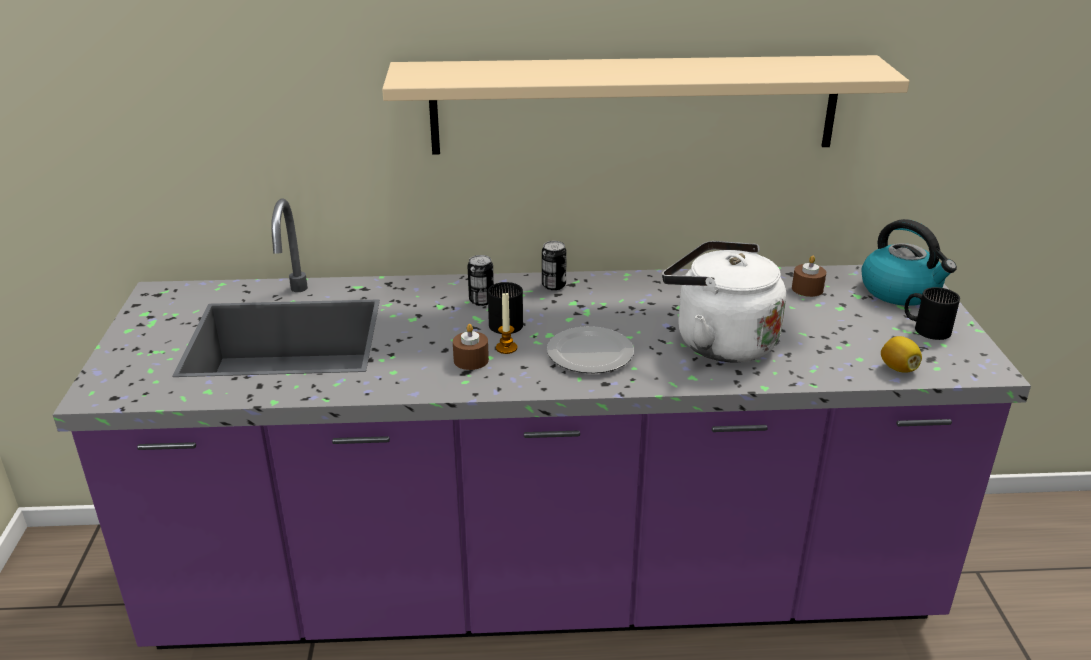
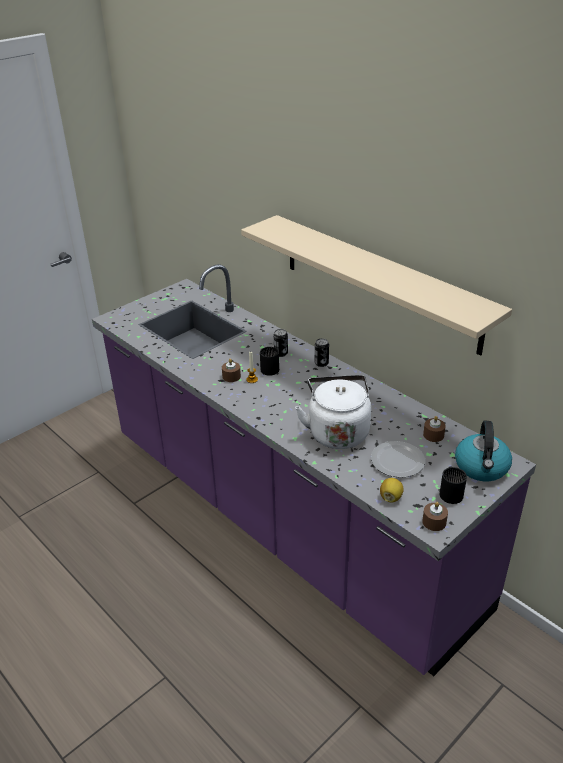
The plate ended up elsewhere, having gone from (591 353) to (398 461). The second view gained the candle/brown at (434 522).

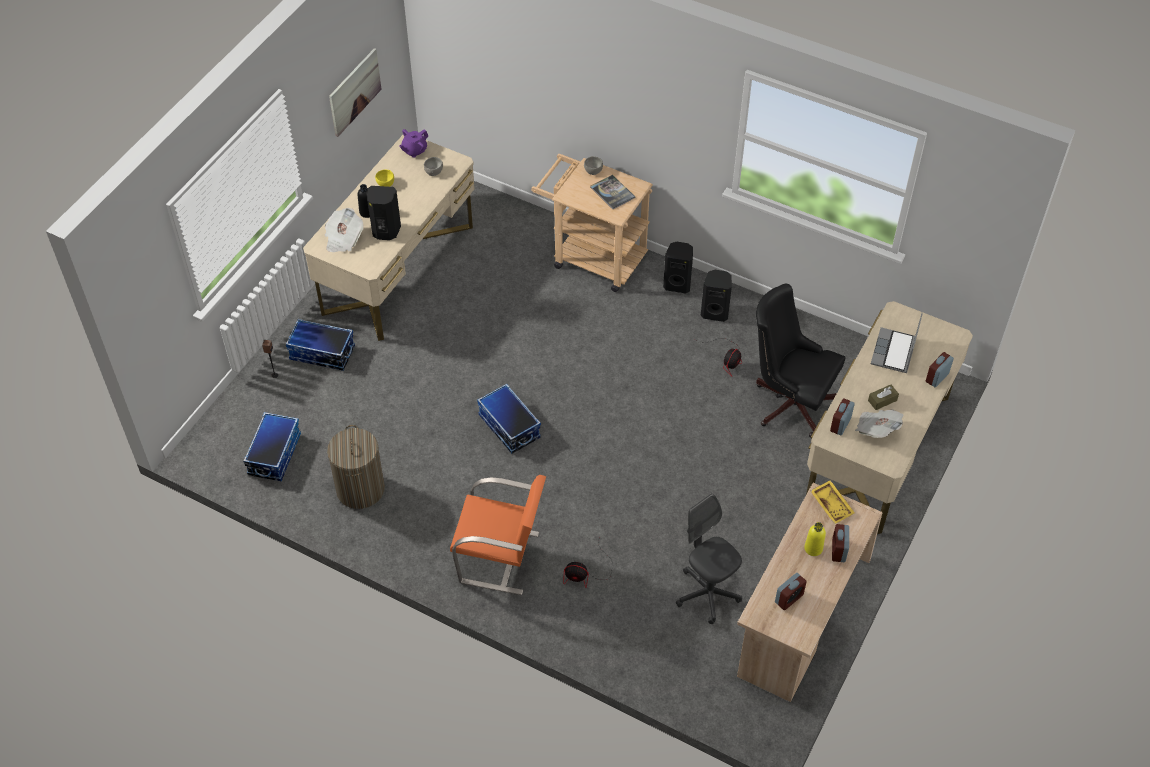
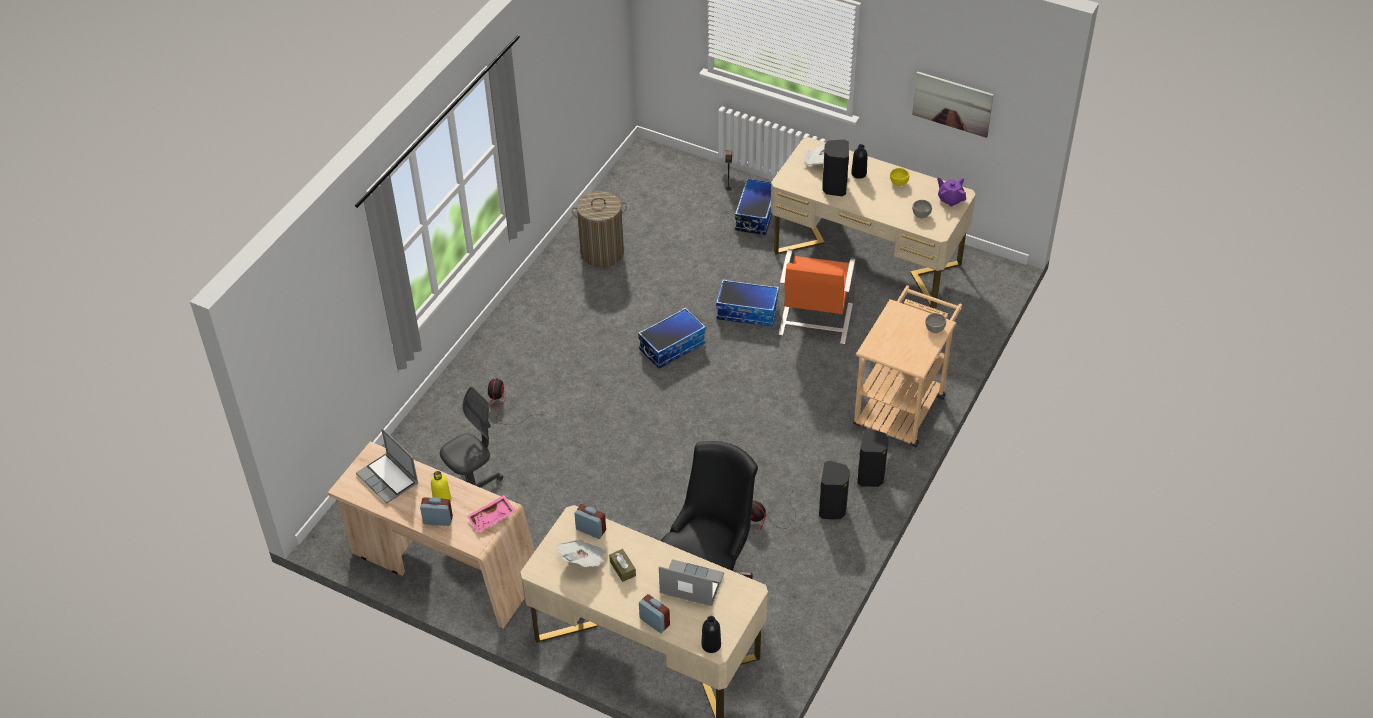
Where the alarm clock stood at (789 598), the laptop came to stand at (389 479). What was the tray/yellow at (832 505) turned into the tray/pink at (492 518). The second view gained the bottle/black at (711 645). The storage box ended up elsewhere, having gone from (274 454) to (747 312). The chair/orange ended up elsewhere, having gone from (501 558) to (815 320). The second view lost the book at (612 192).

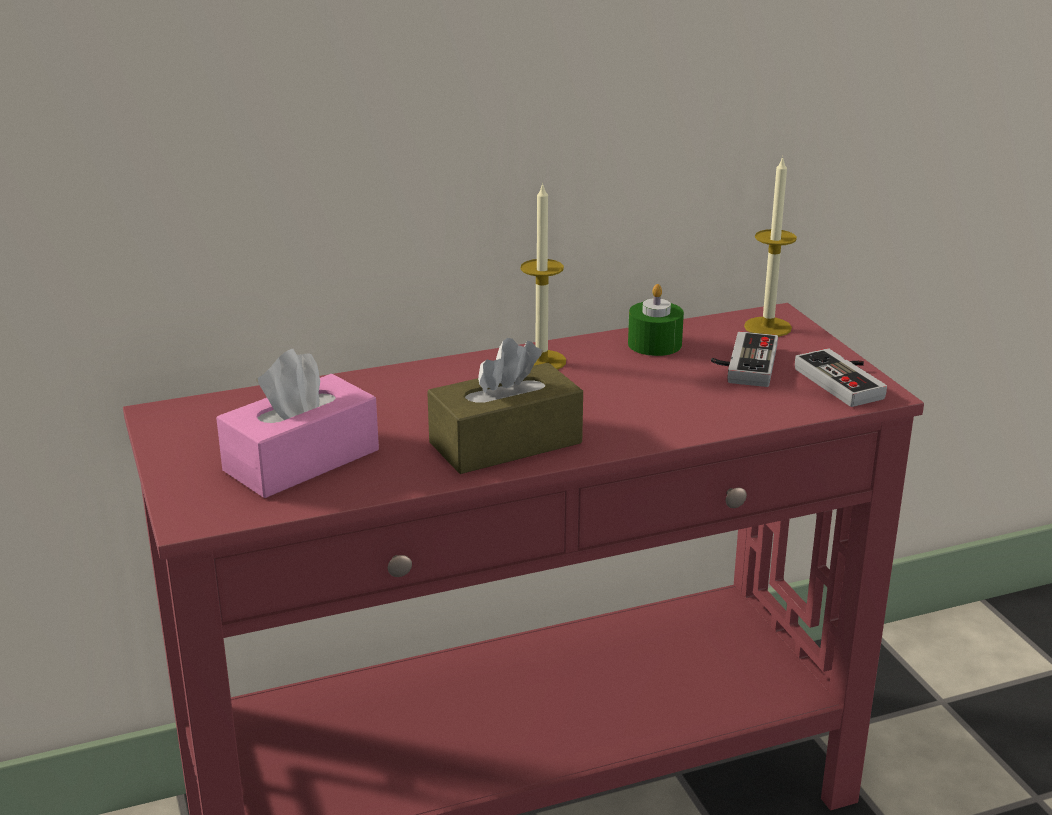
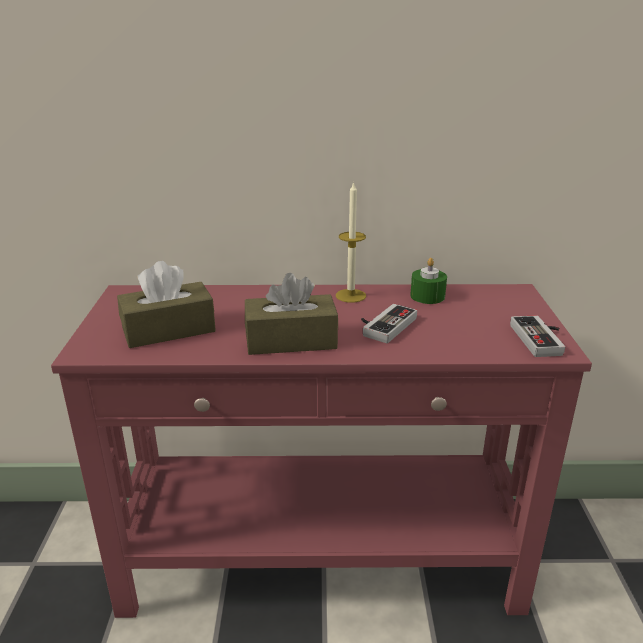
What was the tissue box/pink at (301 460) turned into the tissue box/brown at (168 330). The game controller ended up elsewhere, having gone from (742 364) to (384 325). The second view lost the candle at (767 327).

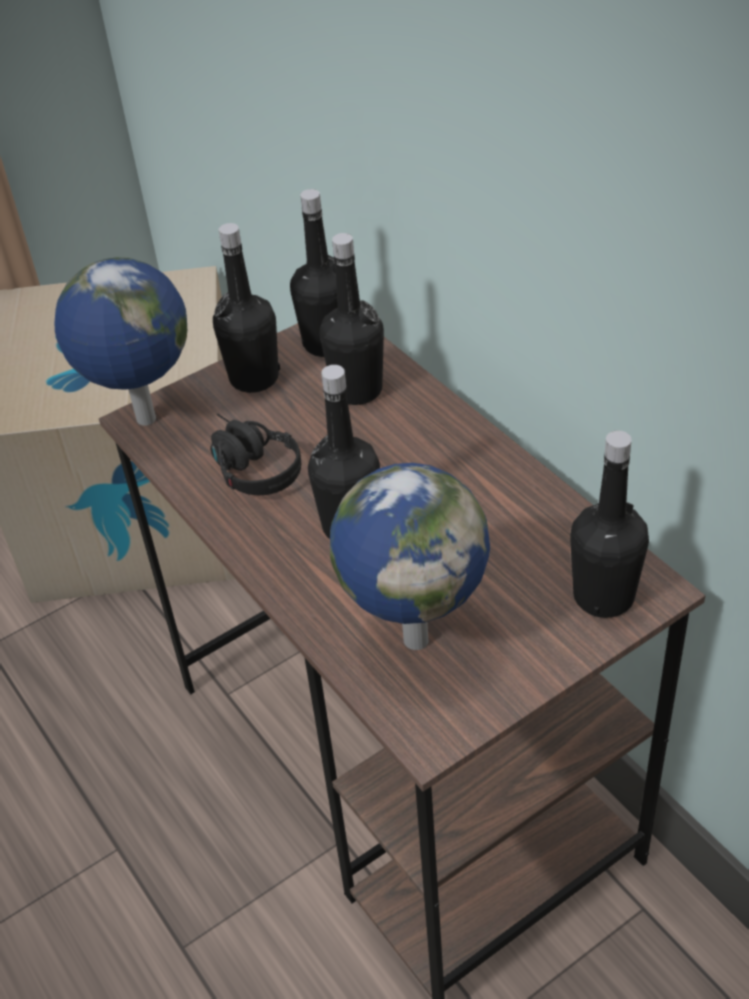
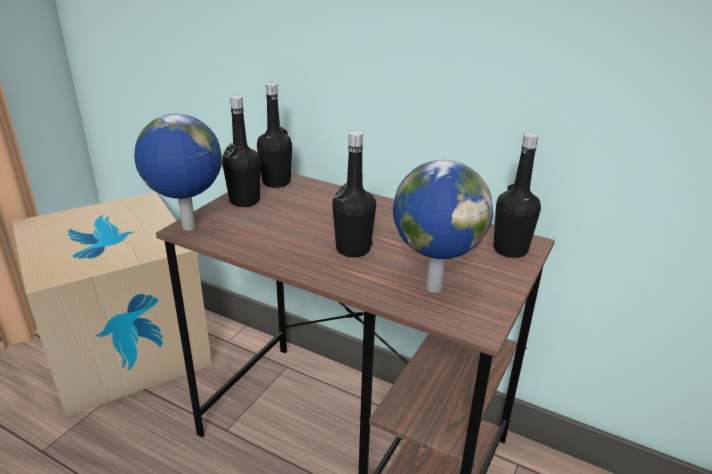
The second view lost the headphones/black at (248 466). The second view lost the bottle/black at (357 390).

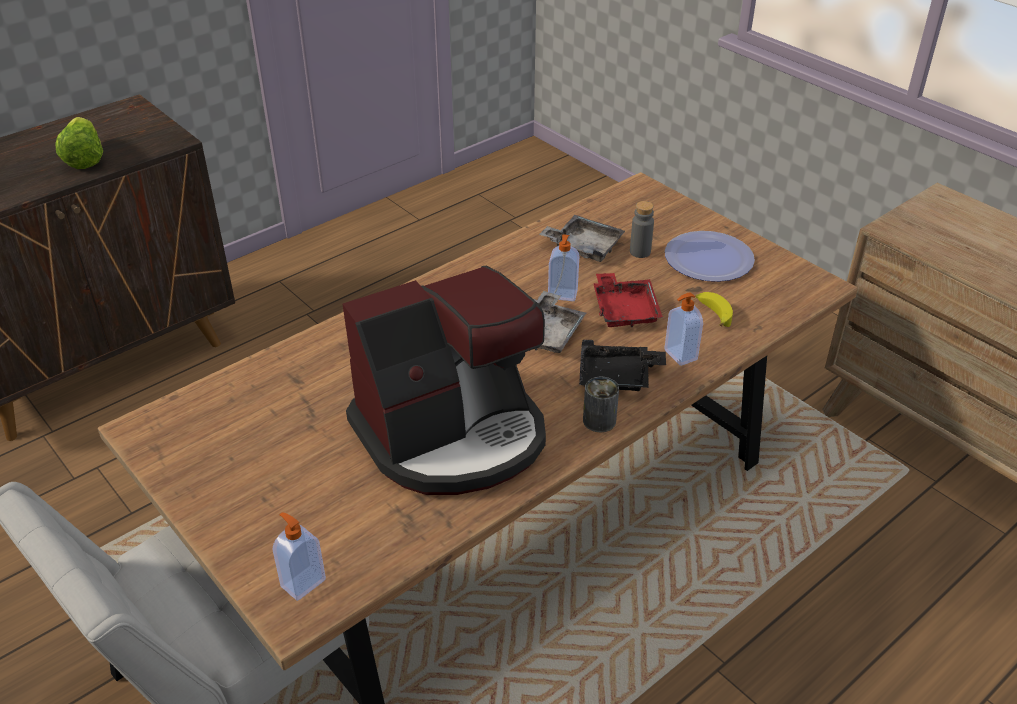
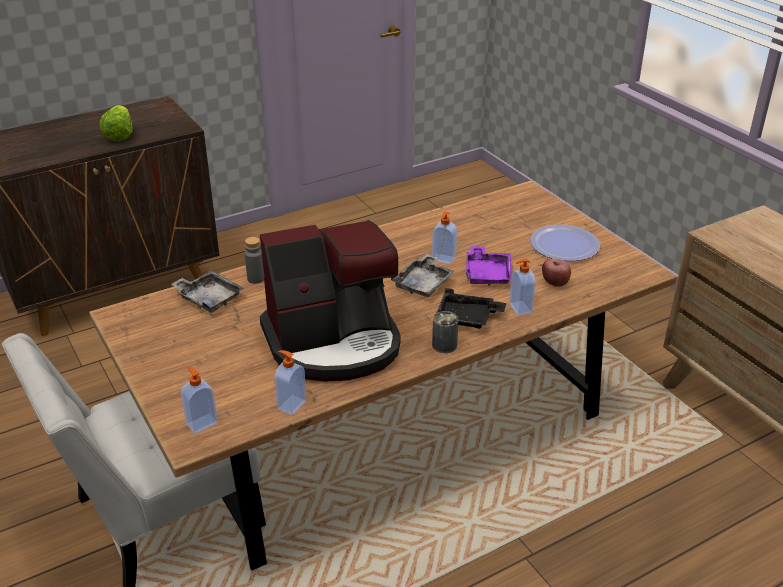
The tray/grey ended up elsewhere, having gone from (583 247) to (208 298). The bottle/grey ended up elsewhere, having gone from (640 252) to (256 279). The second view gained the soap dispenser at (291 405). What was the tray/red at (624 310) turned into the tray/purple at (487 274). Where the banana stood at (713 313), the apple came to stand at (555 283).

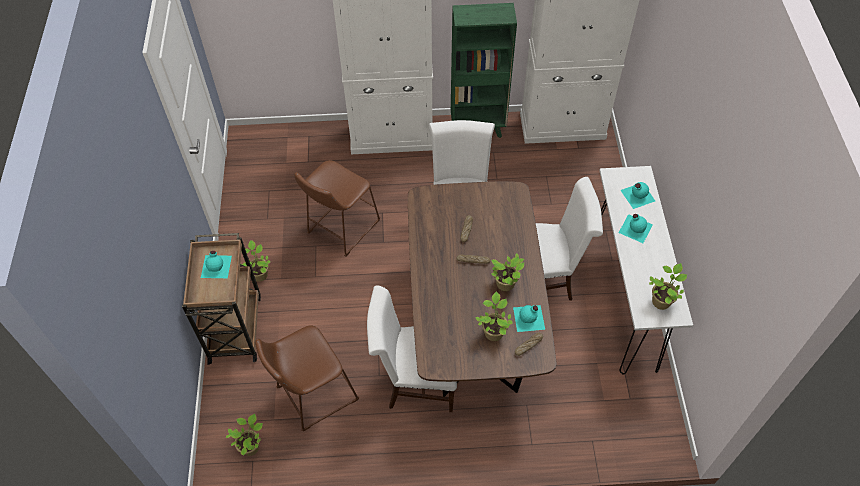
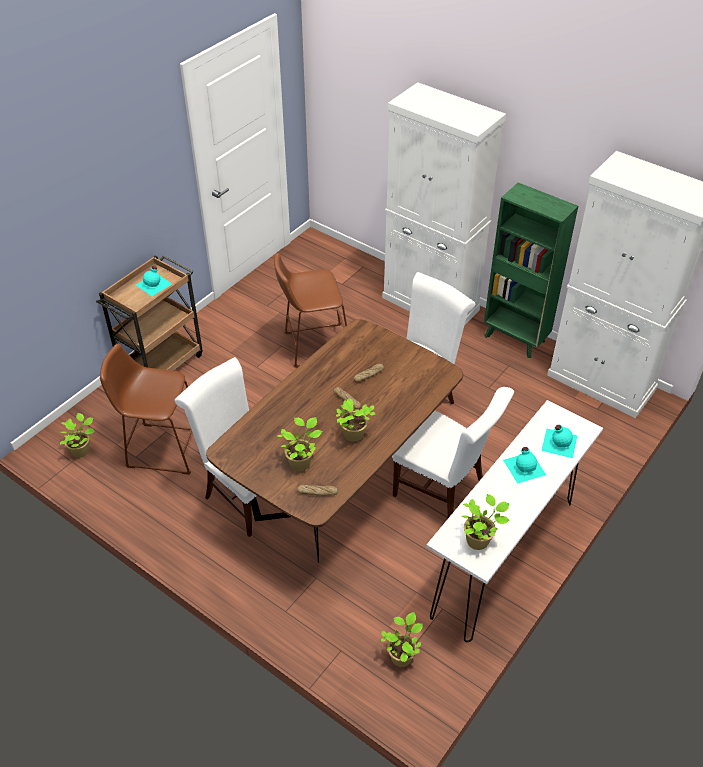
The potted plant ended up elsewhere, having gone from (259 274) to (401 656). The second view lost the bottle/turquoise at (529 318).

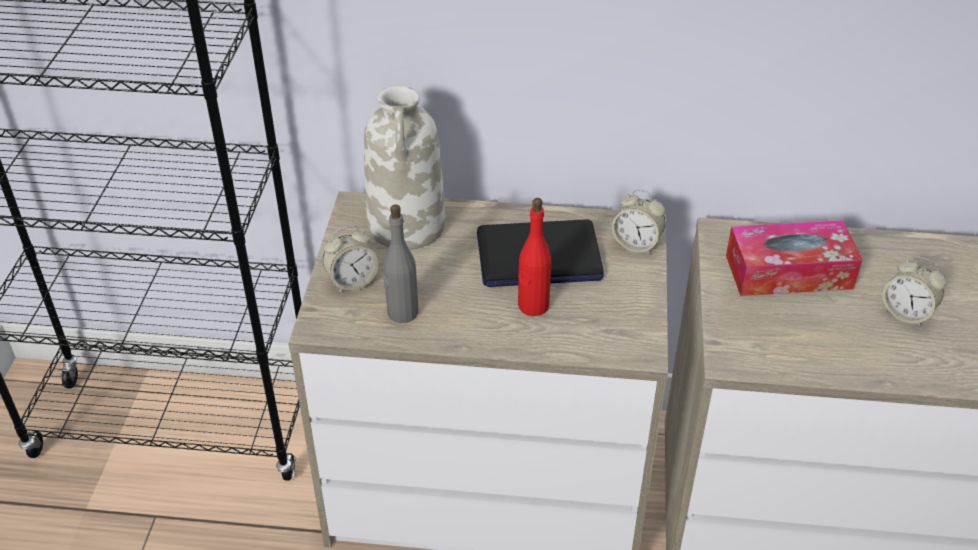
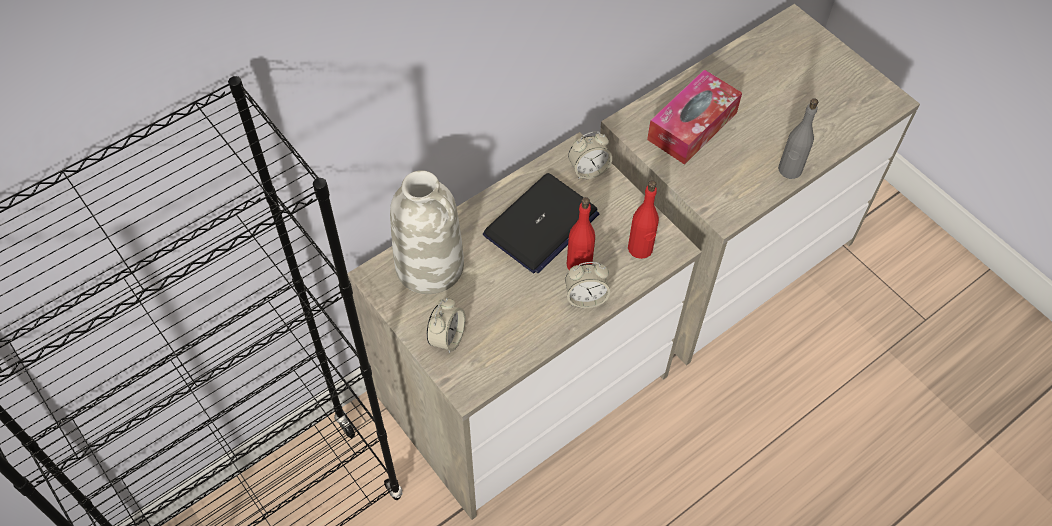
The alarm clock ended up elsewhere, having gone from (906 313) to (585 297). The second view gained the bottle/red at (640 248). The bottle/grey ended up elsewhere, having gone from (402 312) to (789 170).

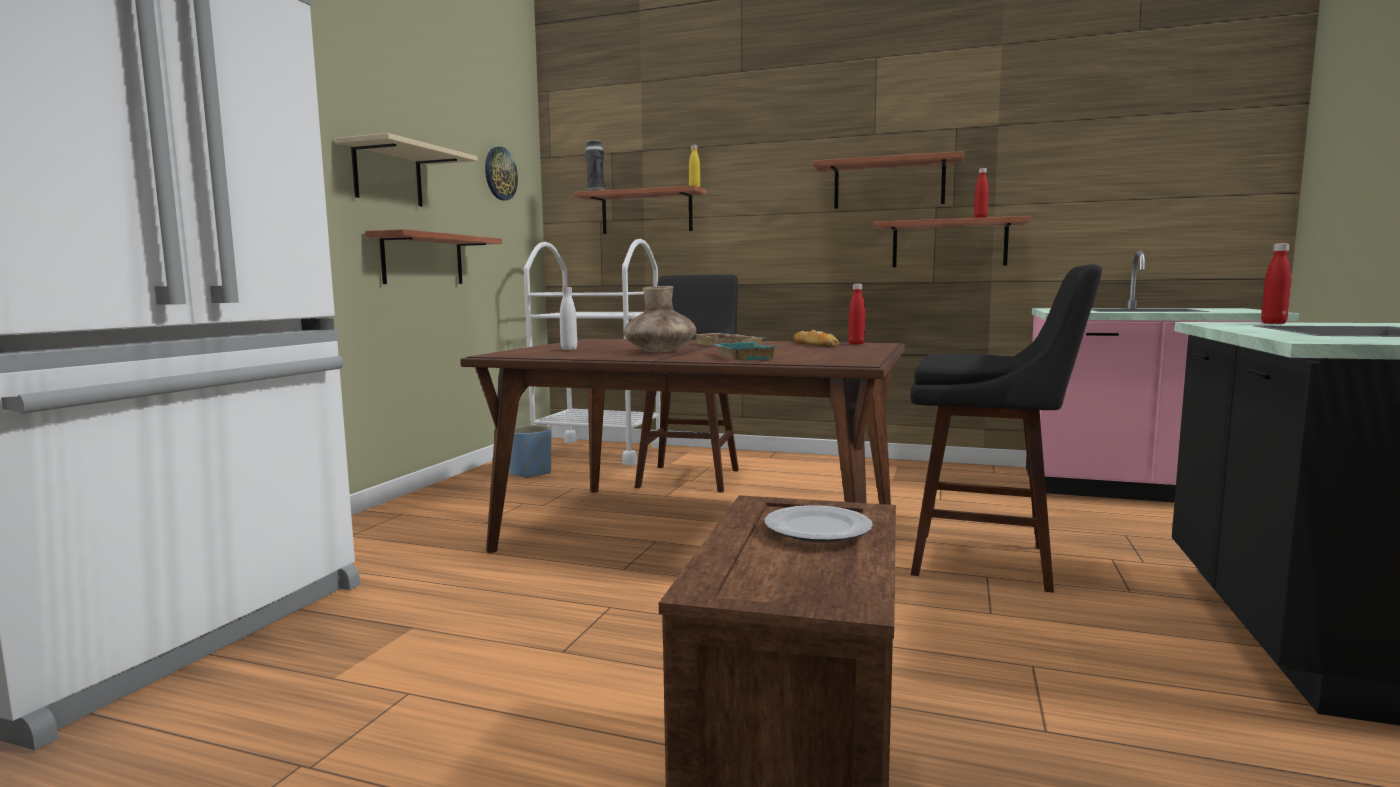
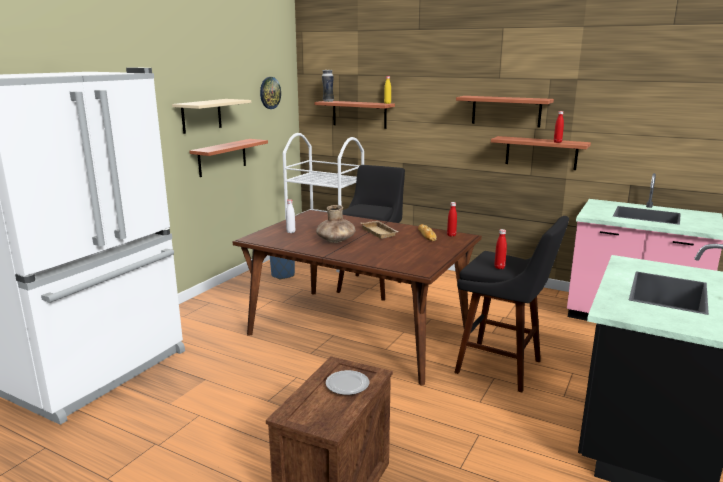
The bottle/red ended up elsewhere, having gone from (1273 323) to (499 267). The second view lost the tray/turquoise at (741 356).

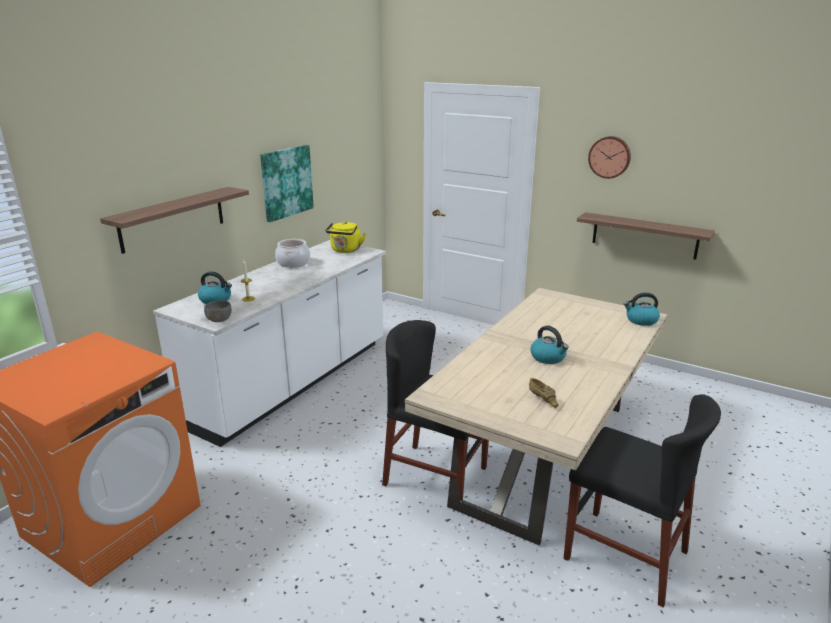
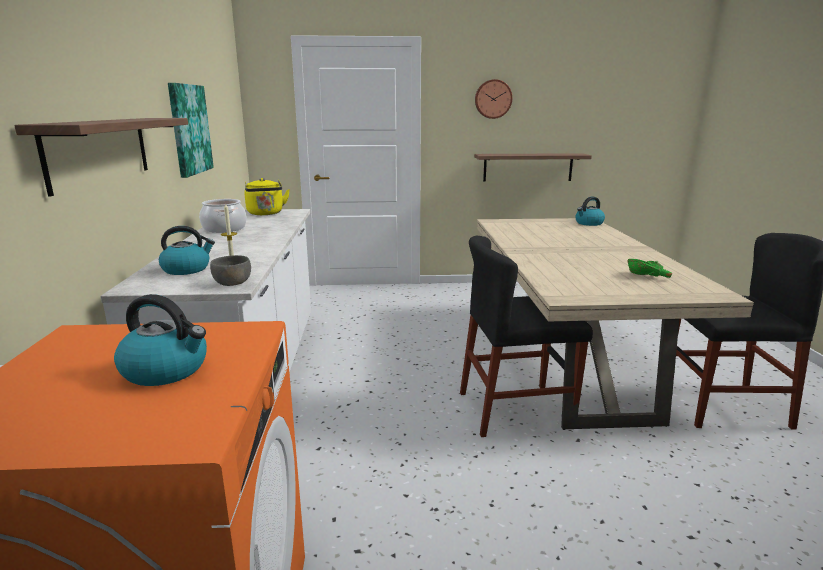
The kettle ended up elsewhere, having gone from (548 357) to (167 370). What was the bowl/brown at (545 400) turned into the bowl/green at (647 276).

